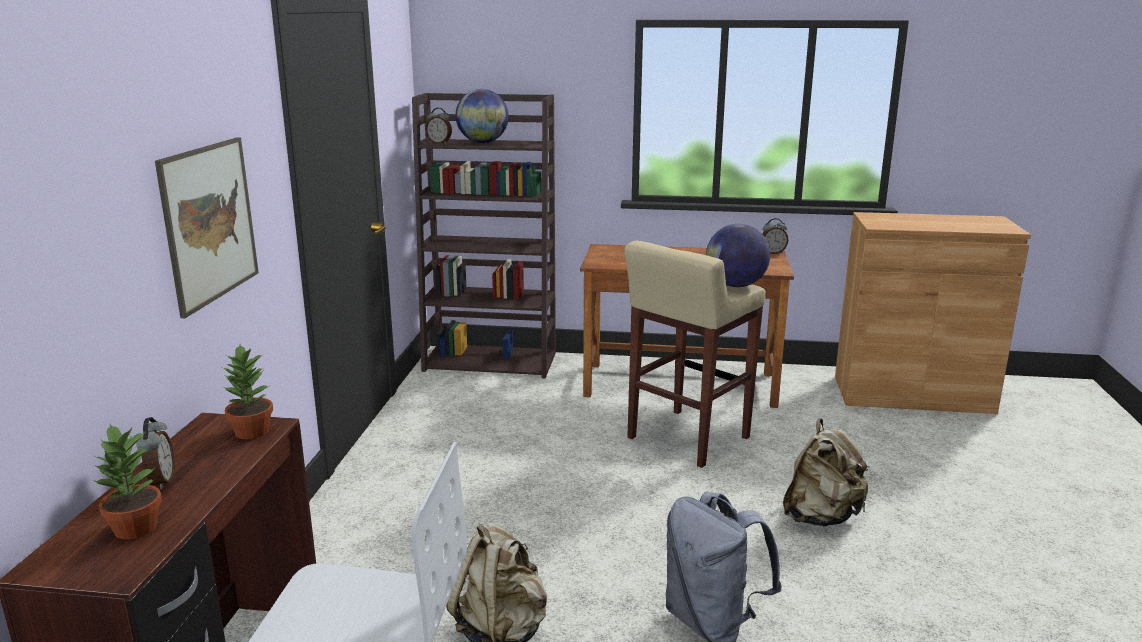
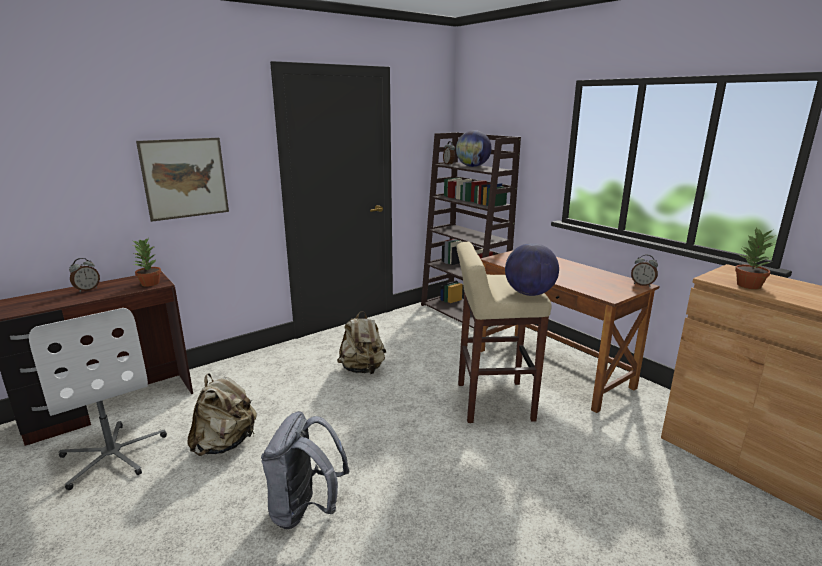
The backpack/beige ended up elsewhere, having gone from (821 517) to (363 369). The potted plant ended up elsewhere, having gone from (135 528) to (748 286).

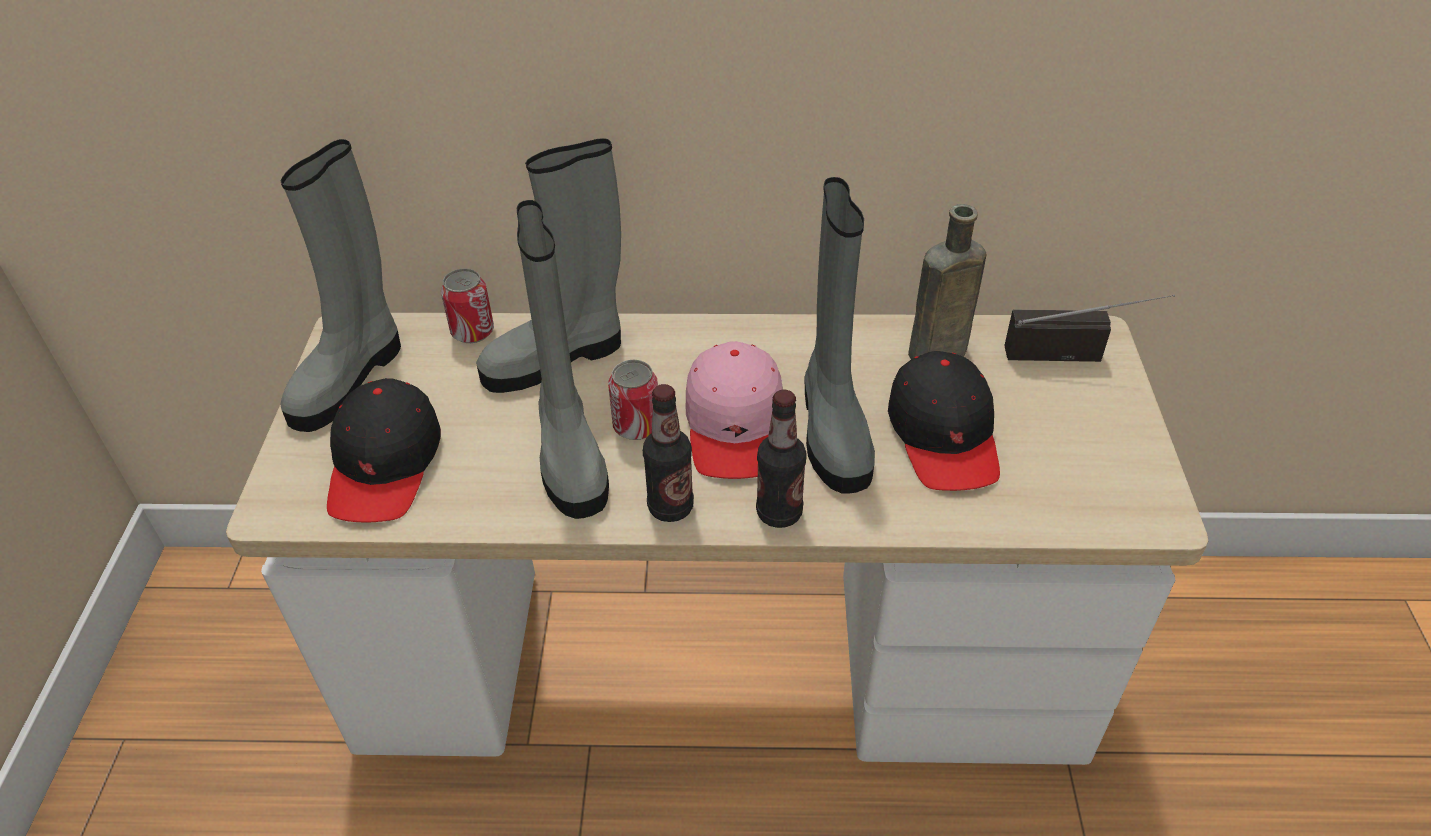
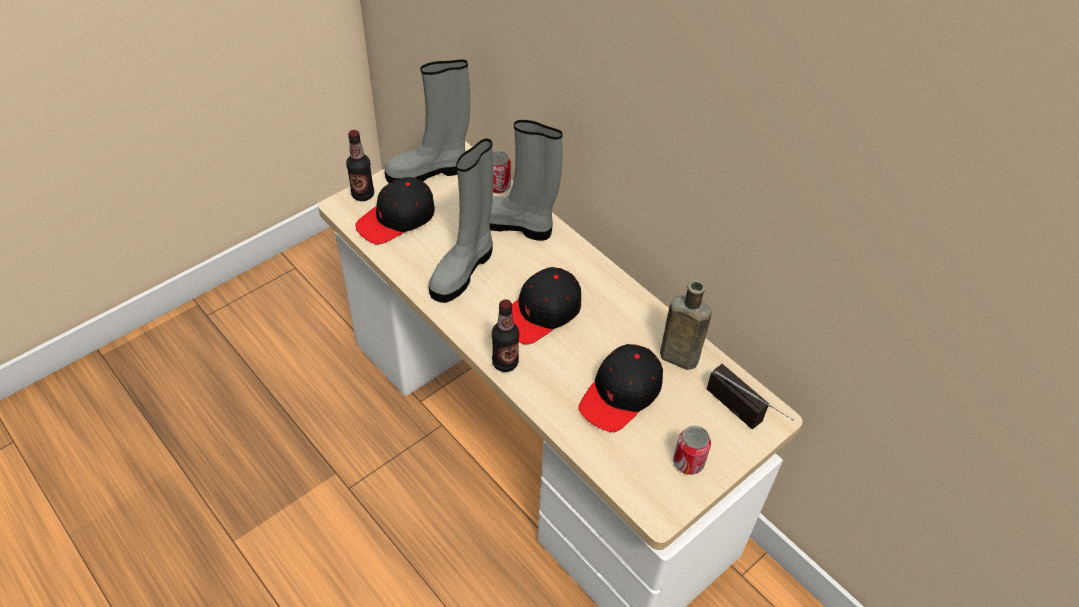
The bottle ended up elsewhere, having gone from (670 507) to (363 195). What was the cap/pink at (735 425) turned into the cap/black at (541 313). The can ended up elsewhere, having gone from (636 426) to (688 462). The second view lost the boot/grey at (832 430).

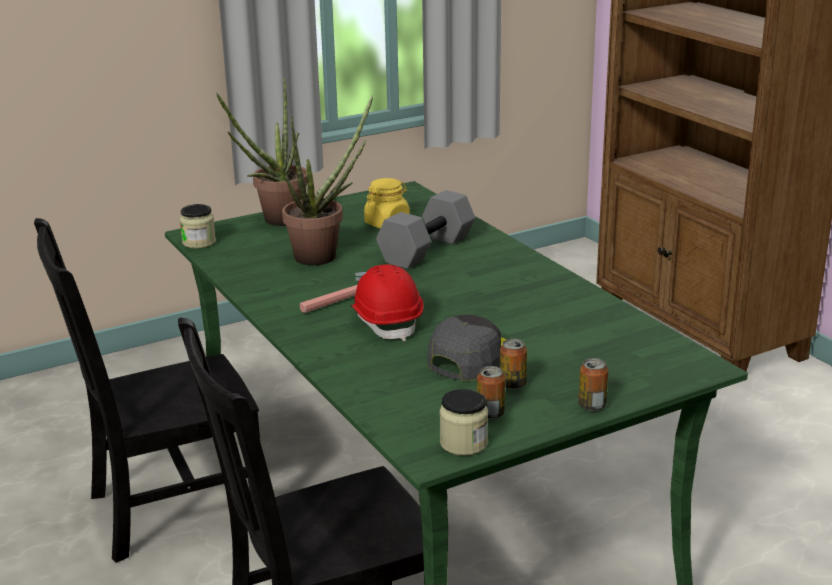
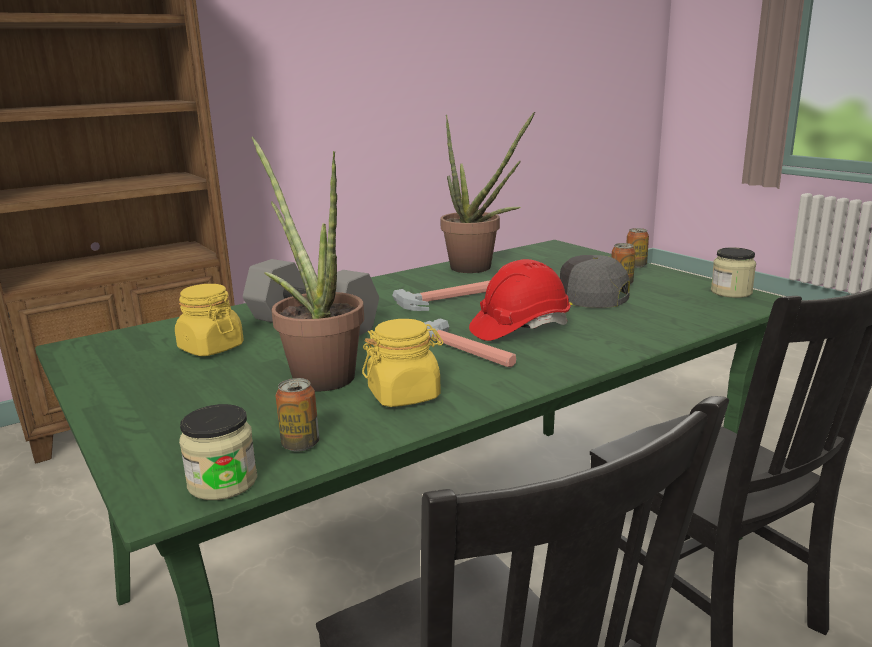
The can ended up elsewhere, having gone from (490 414) to (300 444). The second view gained the jar/yellow at (404 395). The second view gained the hammer at (450 299). The potted plant ended up elsewhere, having gone from (276 221) to (478 269).

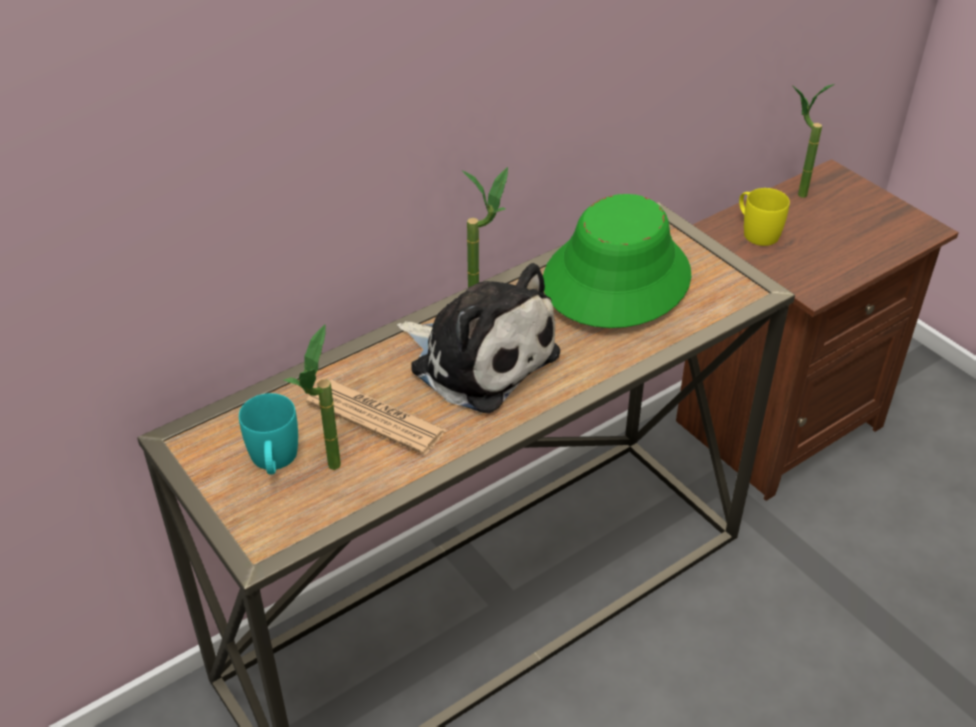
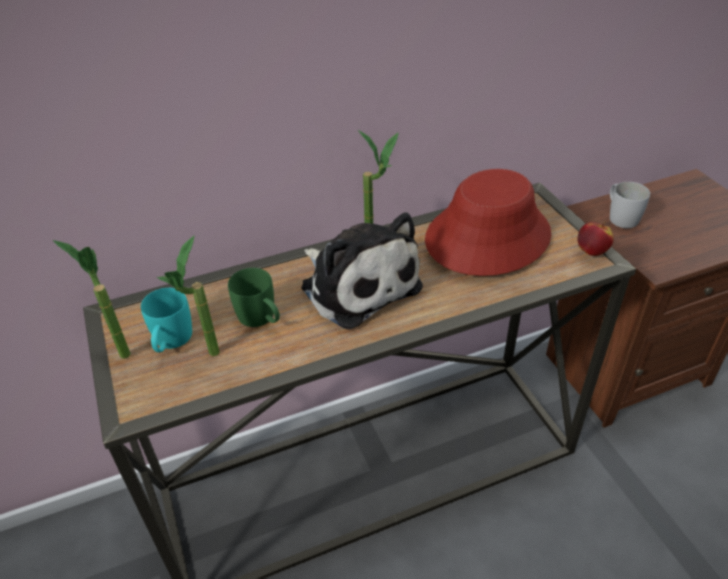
The potted plant ended up elsewhere, having gone from (792 193) to (118 350). Where the newspaper stood at (376 417), the mug/green came to stand at (261 319). What was the hat/green at (616 279) turned into the hat/red at (487 237). The second view gained the apple at (591 251). What was the mug/yellow at (756 232) turned into the mug/white at (620 216).

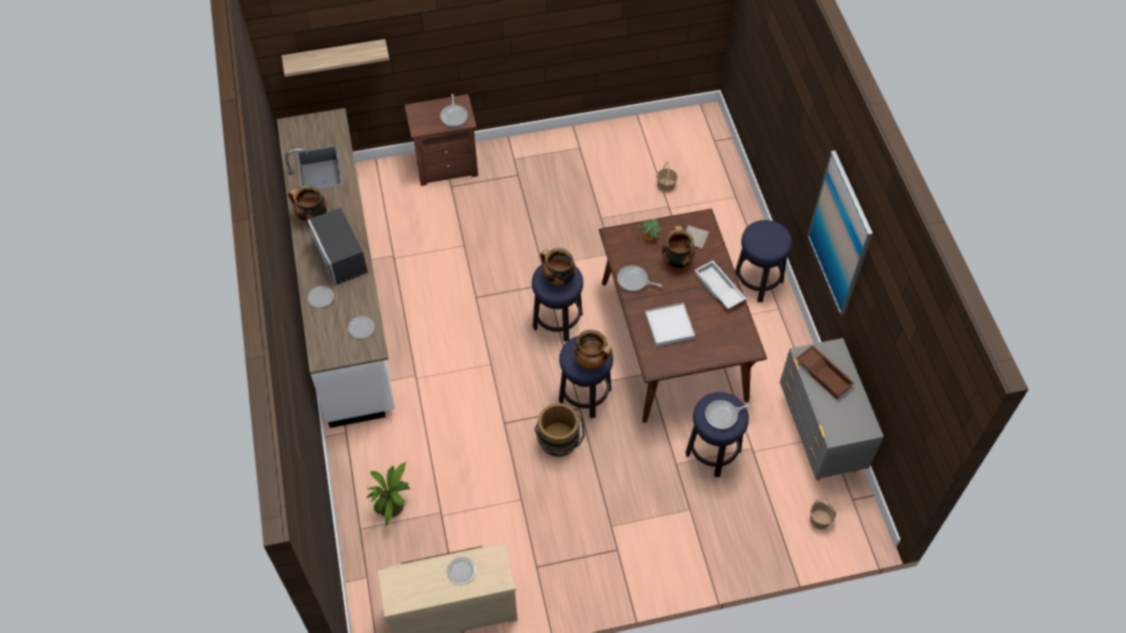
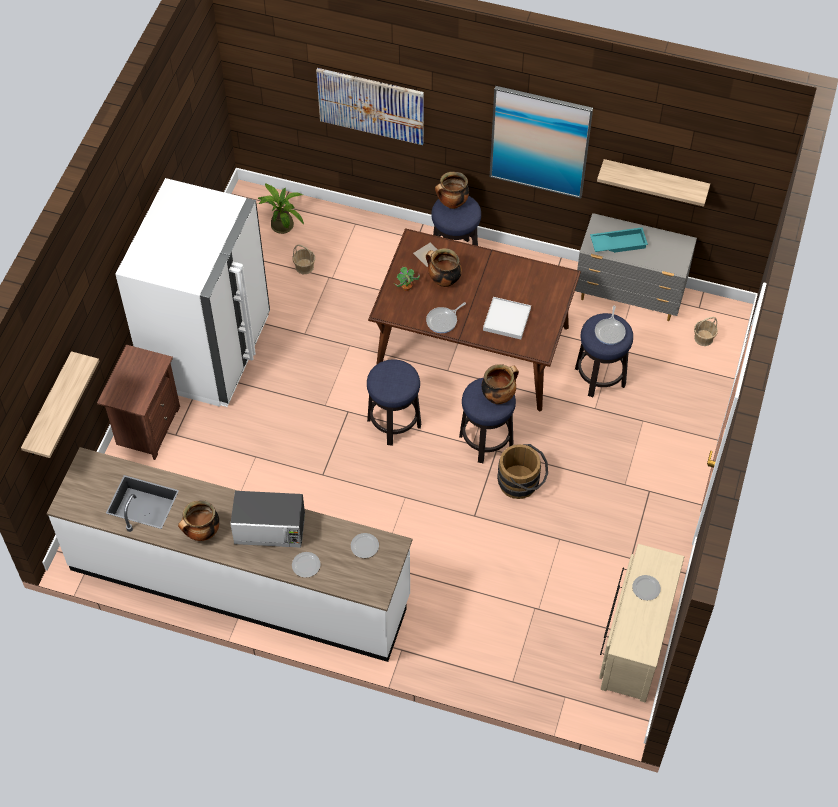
The second view gained the fridge/white at (209 350). The potted plant ended up elsewhere, having gone from (393 504) to (281 223). The second view gained the picture at (371 105). The cooking pot ended up elsewhere, having gone from (558 279) to (452 203). What was the tray/brown at (824 374) turned into the tray/turquoise at (618 243). The second view gained the shelf at (655 180). The second view lost the frying pan at (454 116). The second view lost the tray/white at (718 288).

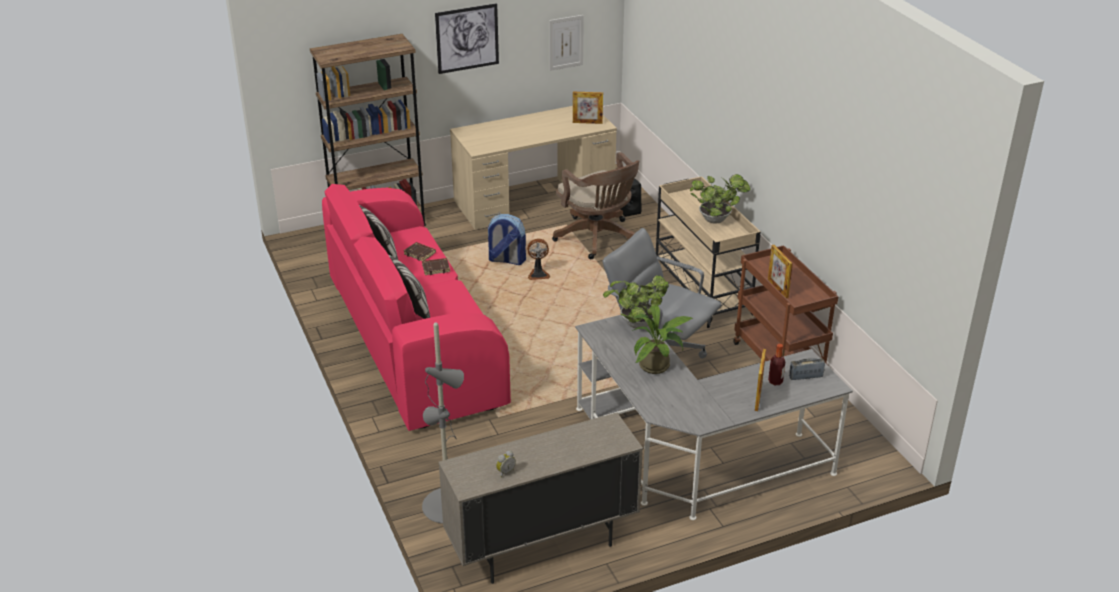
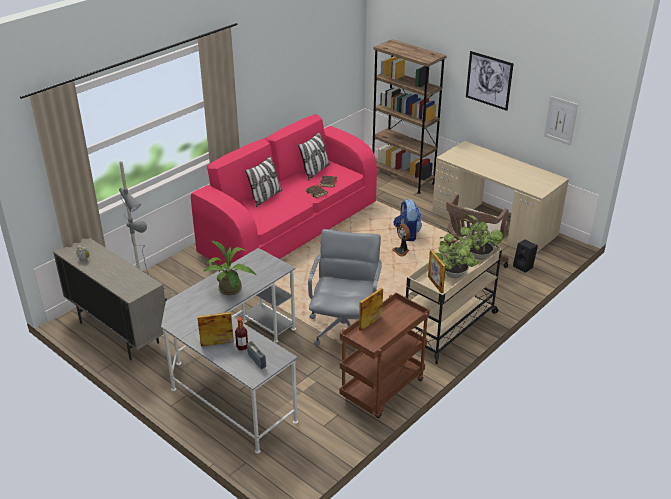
The picture frame ended up elsewhere, having gone from (587 122) to (435 284). The potted plant ended up elsewhere, having gone from (635 324) to (477 255).

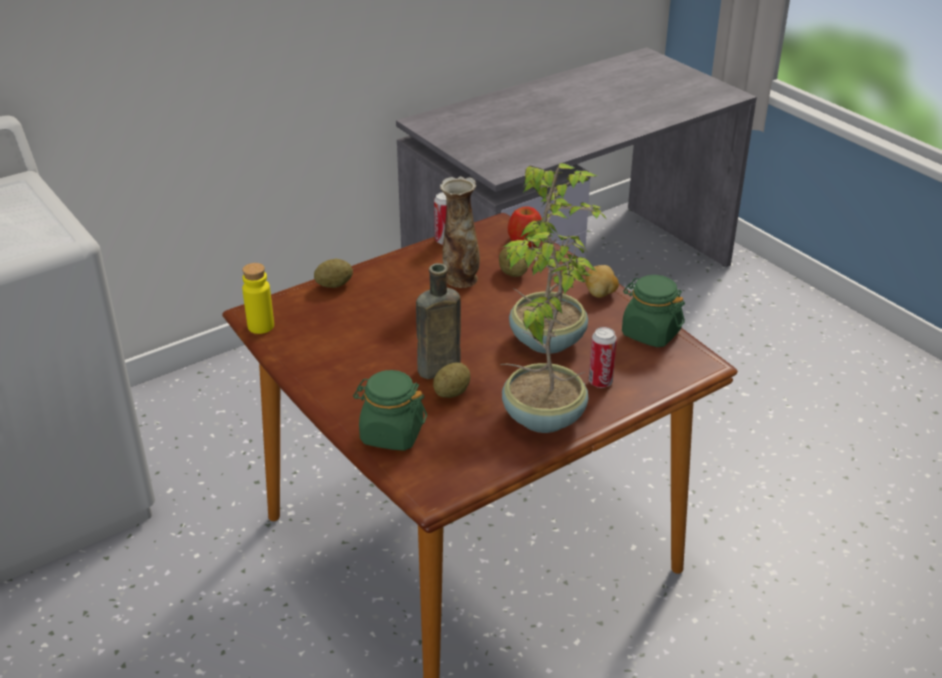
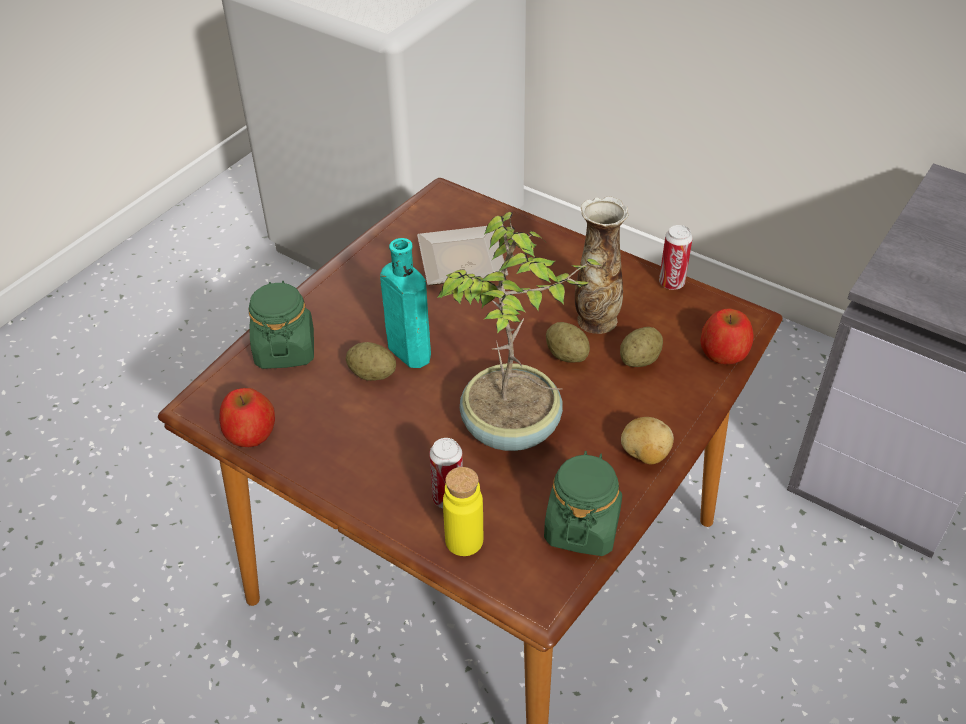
The second view gained the apple at (250 432). What was the bottle/brown at (436 370) turned into the bottle/turquoise at (407 350). The second view gained the plate at (464 257). The bottle/yellow ended up elsewhere, having gone from (261 326) to (464 540). The potato ended up elsewhere, having gone from (334 285) to (566 355). The second view lost the potted plant at (541 417).

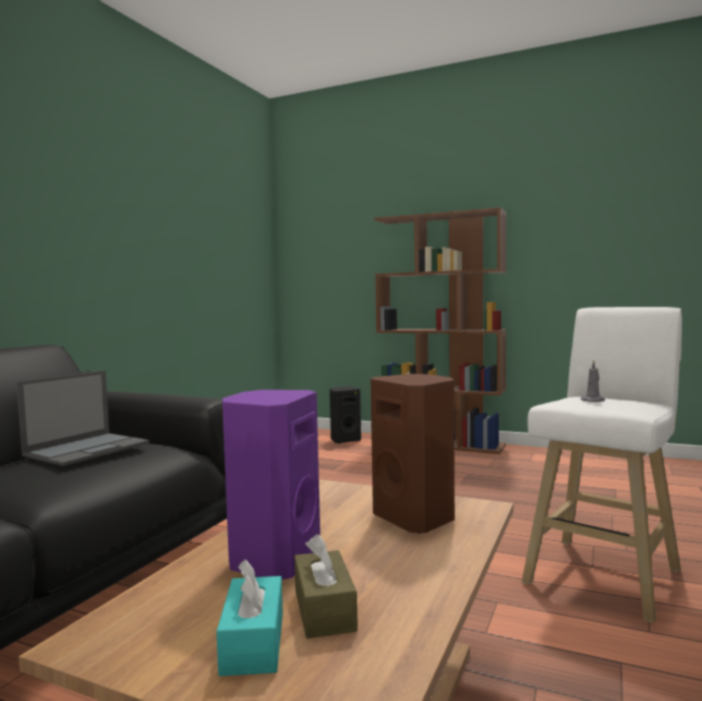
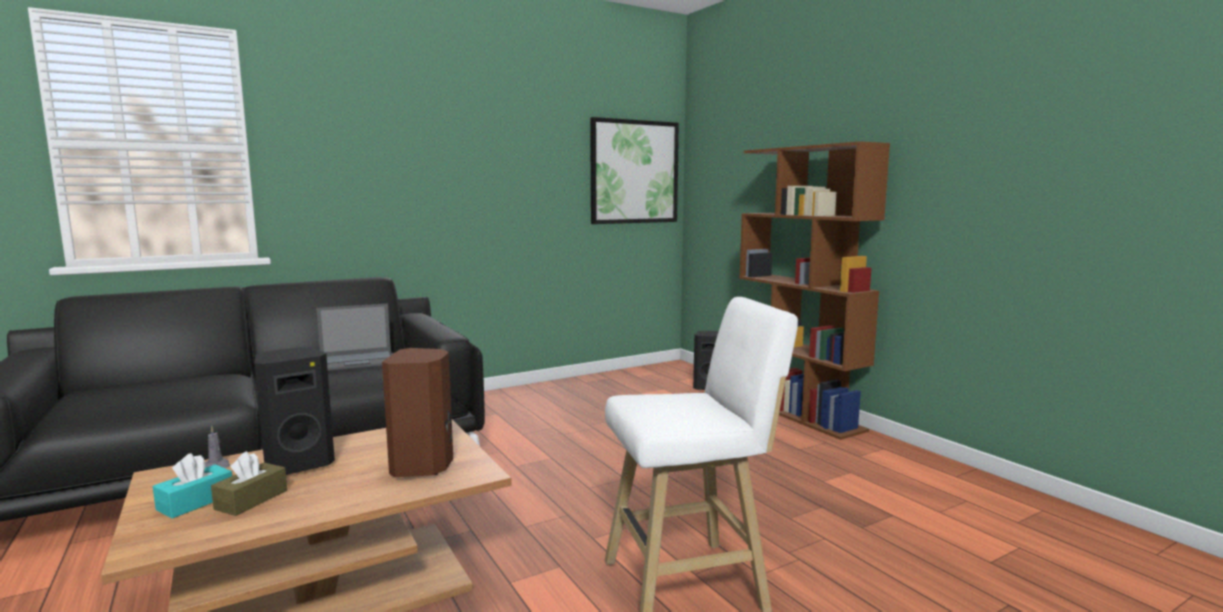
The candle/grey ended up elsewhere, having gone from (593 401) to (217 466). What was the speaker/purple at (272 560) turned into the speaker/black at (298 464). The second view gained the picture at (634 172).

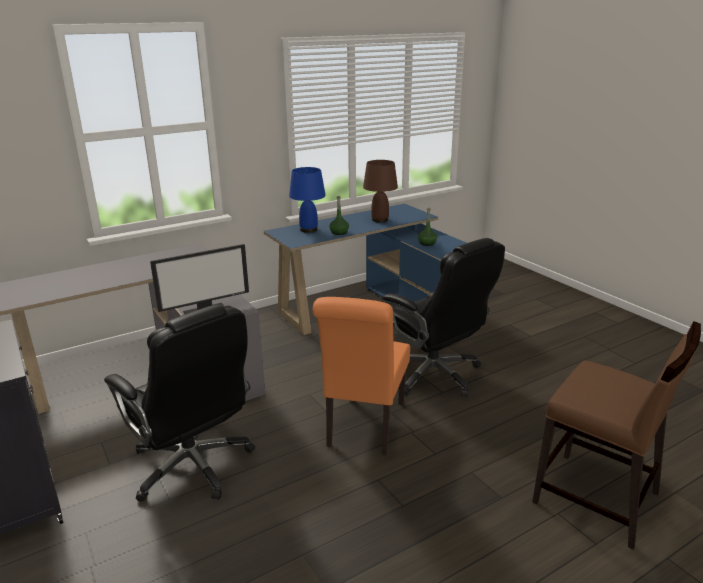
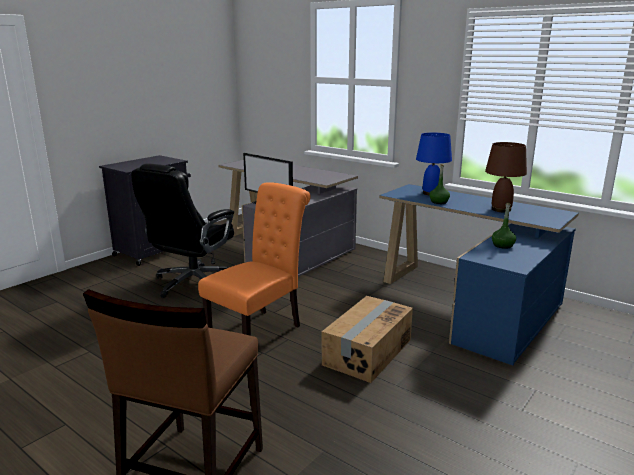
The chair/orange at (364 427) ended up facing another way, 135 degrees clockwise from before. Where the office chair/black stood at (434 374), the cardboard box came to stand at (367 352).

